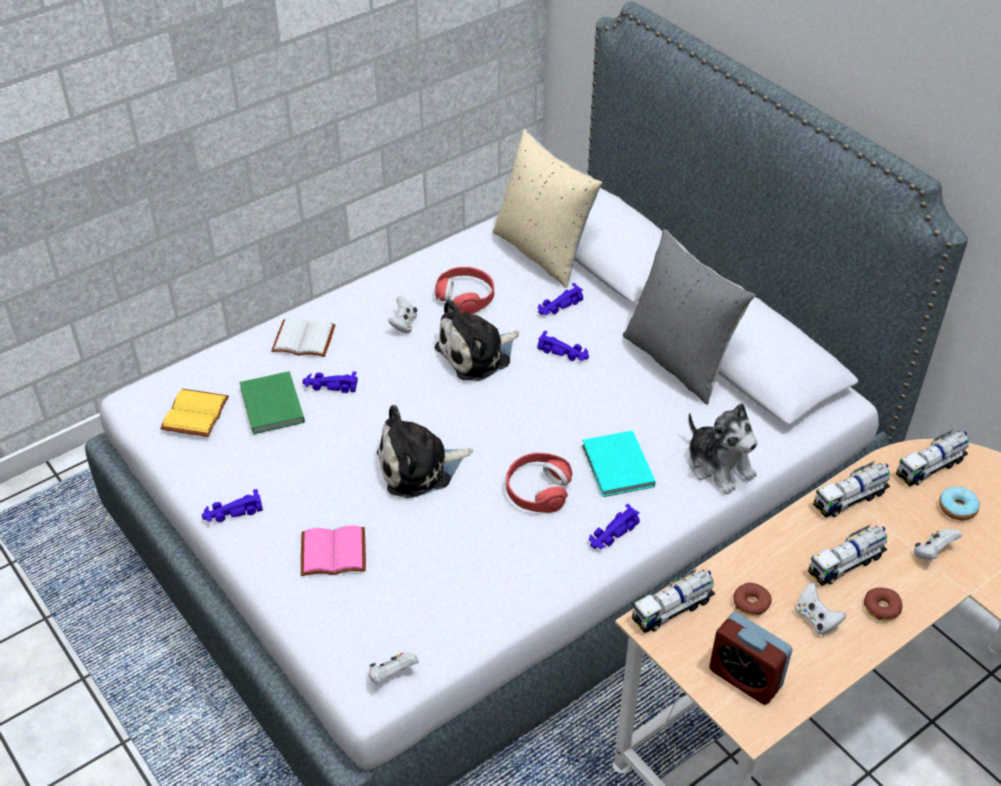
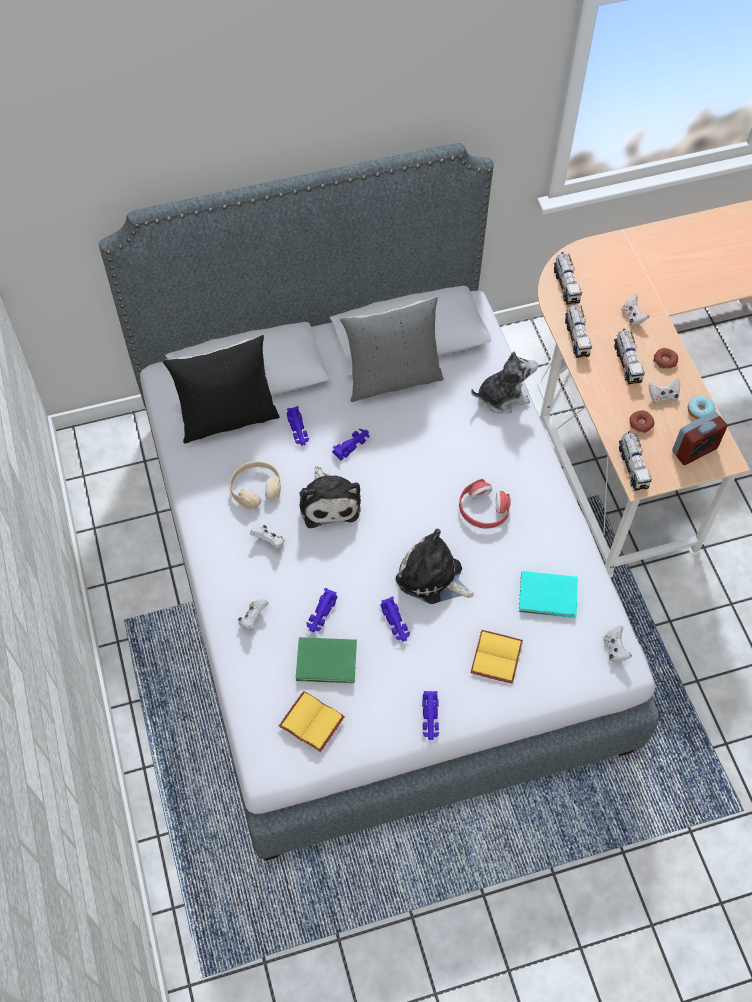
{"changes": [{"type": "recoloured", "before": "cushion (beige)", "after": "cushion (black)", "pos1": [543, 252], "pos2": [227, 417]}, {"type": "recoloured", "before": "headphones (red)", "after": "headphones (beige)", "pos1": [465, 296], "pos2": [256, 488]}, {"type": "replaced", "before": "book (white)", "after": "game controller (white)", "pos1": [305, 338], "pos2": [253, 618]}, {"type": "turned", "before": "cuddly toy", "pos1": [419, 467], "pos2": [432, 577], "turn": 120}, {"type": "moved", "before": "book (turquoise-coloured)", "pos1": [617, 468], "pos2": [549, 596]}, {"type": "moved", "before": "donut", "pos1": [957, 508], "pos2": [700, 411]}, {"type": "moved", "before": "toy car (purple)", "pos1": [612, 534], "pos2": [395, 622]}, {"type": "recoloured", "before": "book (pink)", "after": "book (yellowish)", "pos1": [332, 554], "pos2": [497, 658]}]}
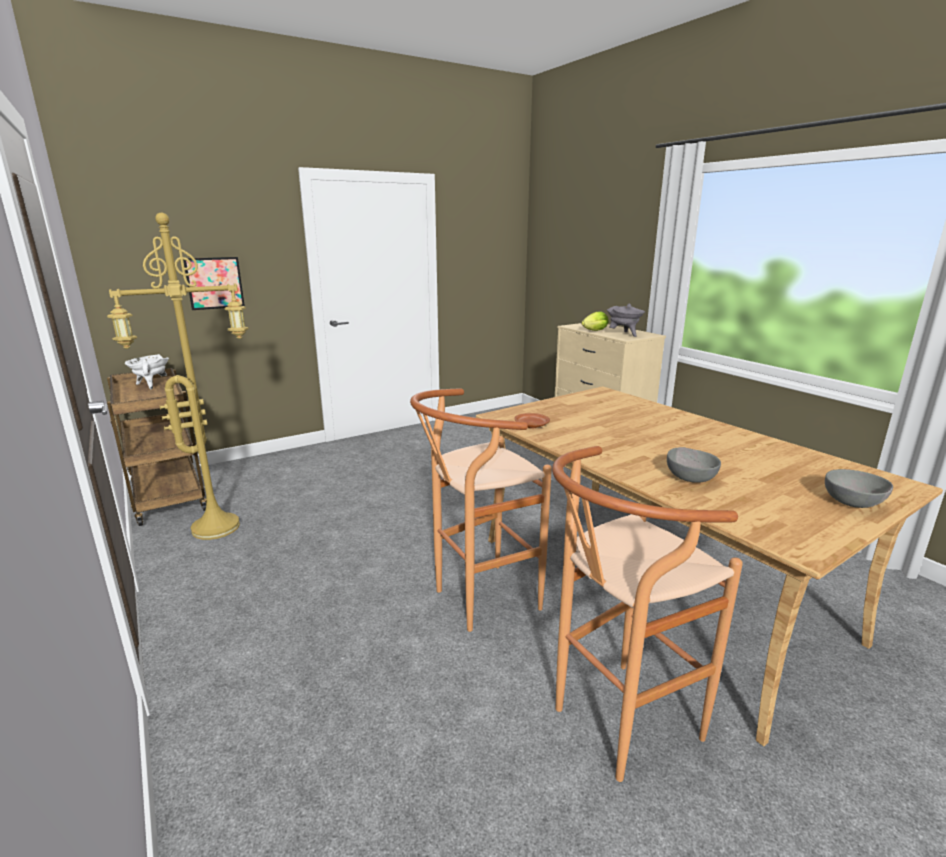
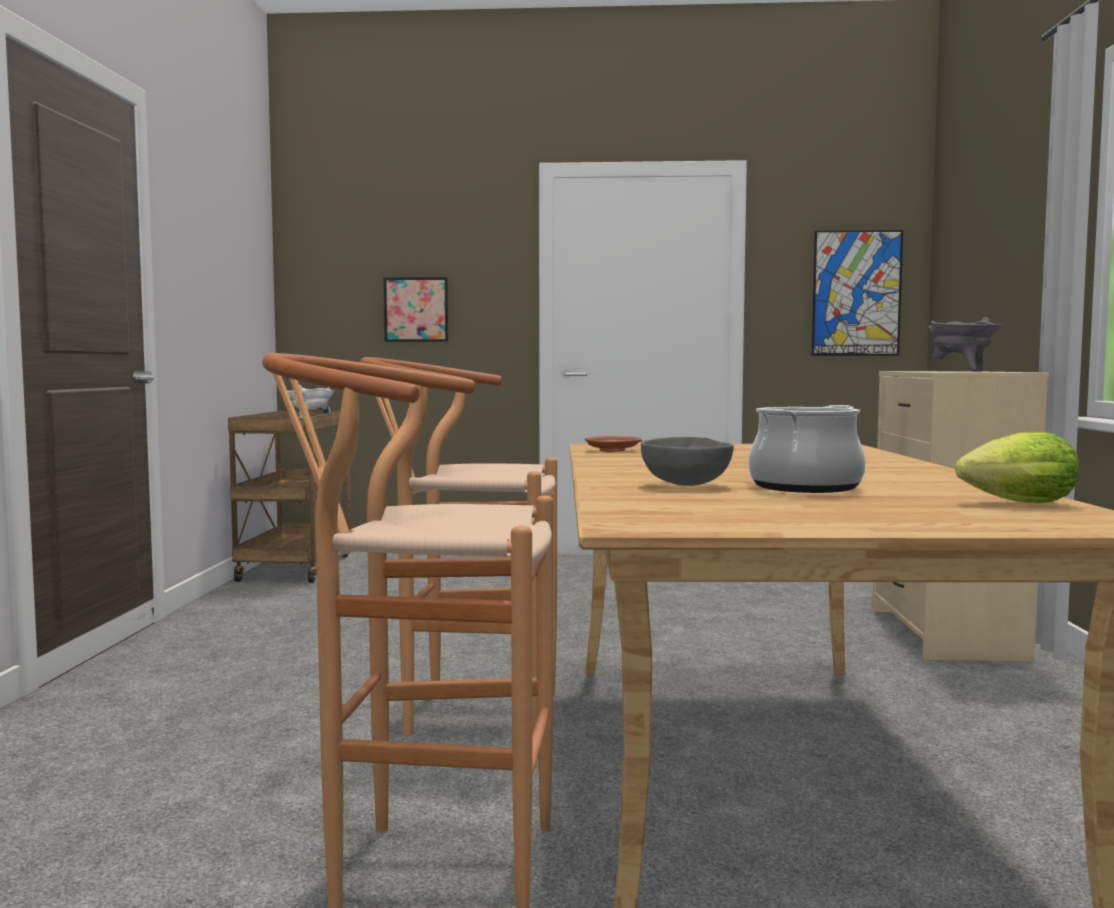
{"changes": [{"type": "removed", "before": "standard lamp (yellowish)", "pos1": [217, 526]}, {"type": "moved", "before": "head of lettuce", "pos1": [593, 331], "pos2": [1013, 503]}, {"type": "removed", "before": "serving bowl (gray)", "pos1": [854, 504]}, {"type": "added", "after": "wall art", "pos2": [856, 293]}, {"type": "added", "after": "saucepot", "pos2": [805, 487]}]}
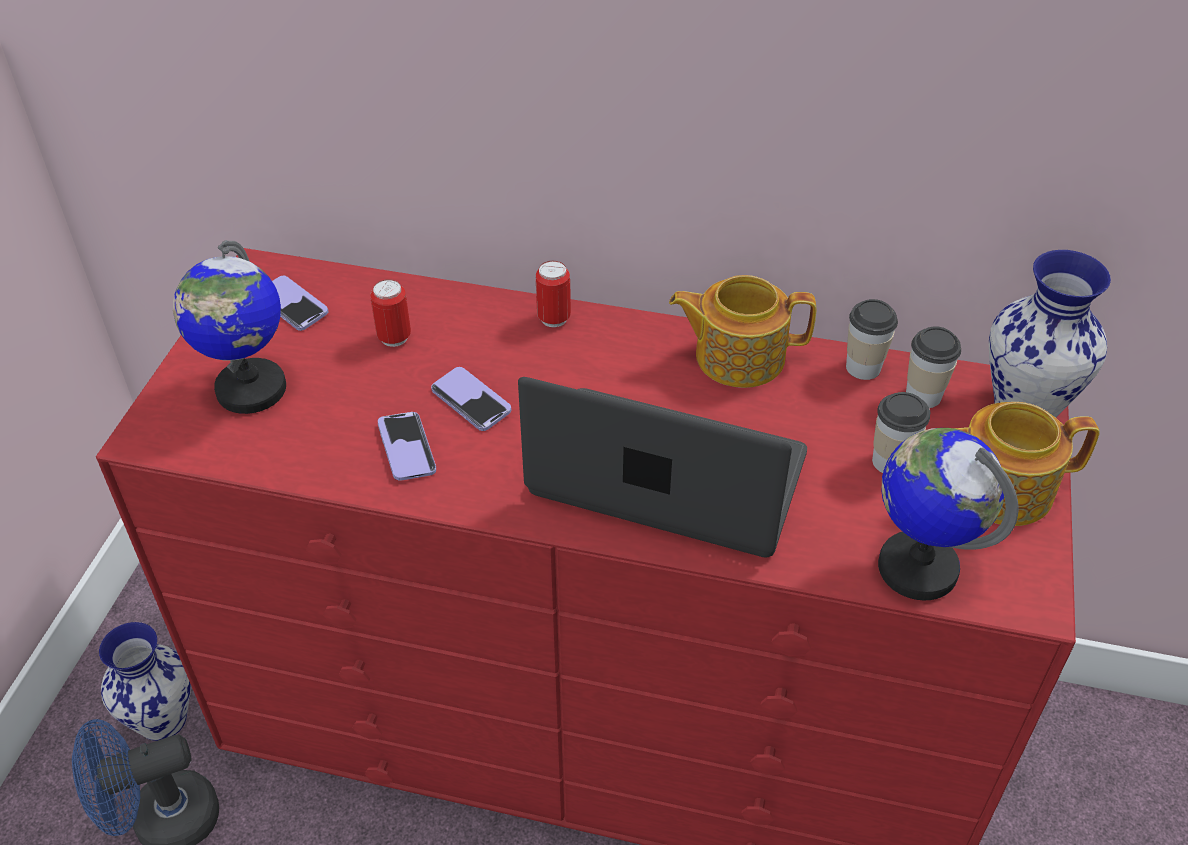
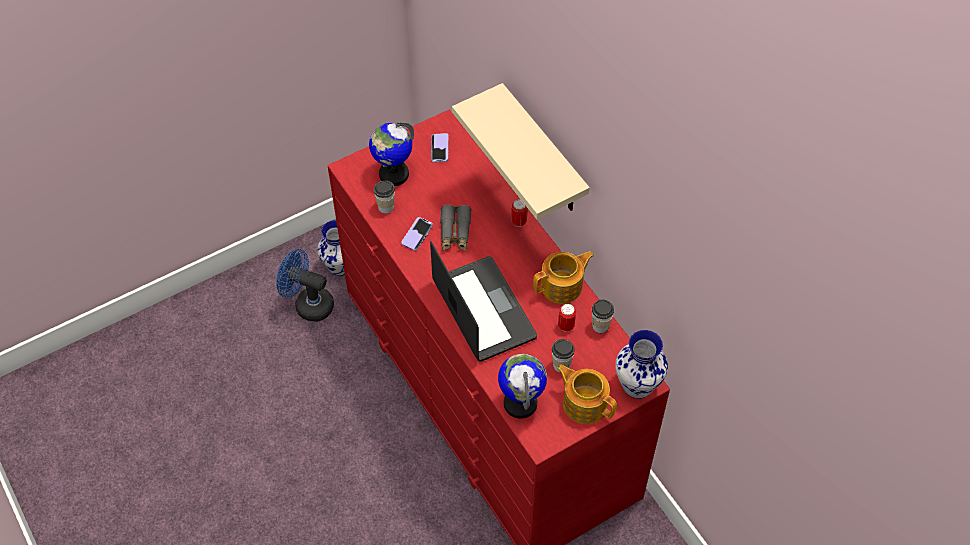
{"changes": [{"type": "turned", "before": "teapot", "pos1": [737, 356], "pos2": [562, 286], "turn": 105}, {"type": "moved", "before": "sealed can", "pos1": [394, 337], "pos2": [566, 326]}, {"type": "moved", "before": "drinking cup", "pos1": [923, 395], "pos2": [386, 207]}, {"type": "replaced", "before": "telephone", "after": "pair of binoculars (gray)", "pos1": [471, 401], "pos2": [455, 233]}, {"type": "added", "after": "shelf (beige)", "pos2": [543, 153]}]}
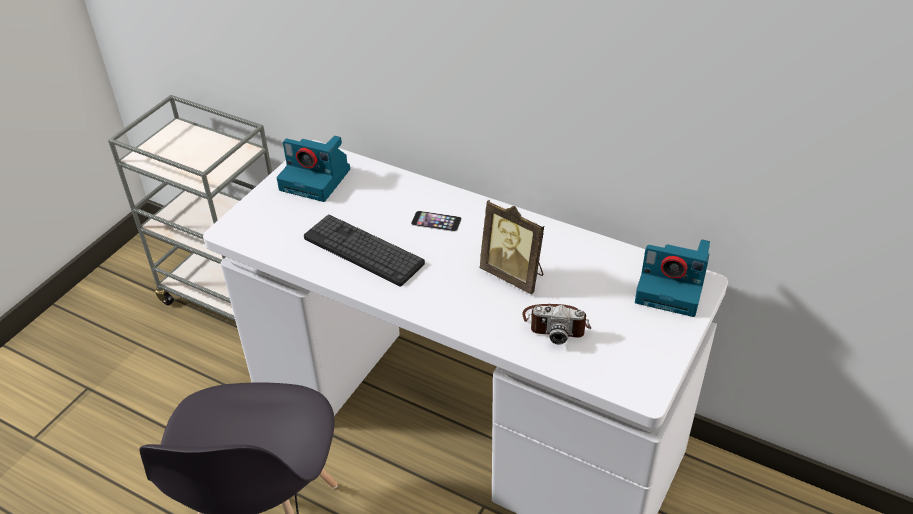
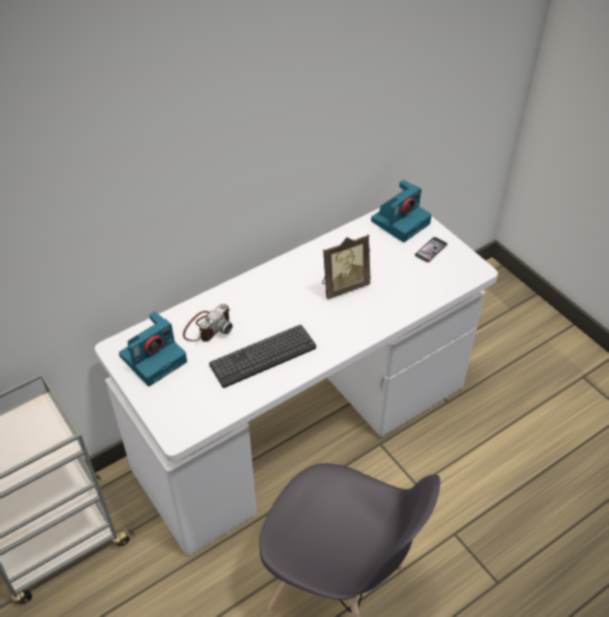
{"changes": [{"type": "moved", "before": "telephone", "pos1": [436, 221], "pos2": [431, 249]}, {"type": "moved", "before": "photo camera", "pos1": [556, 324], "pos2": [207, 327]}]}
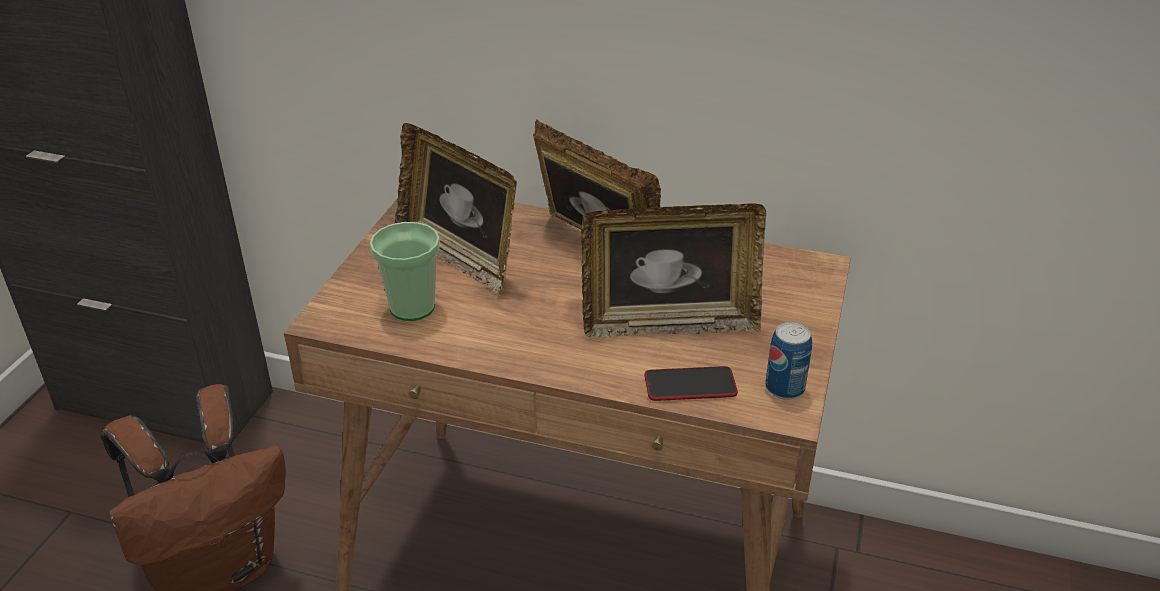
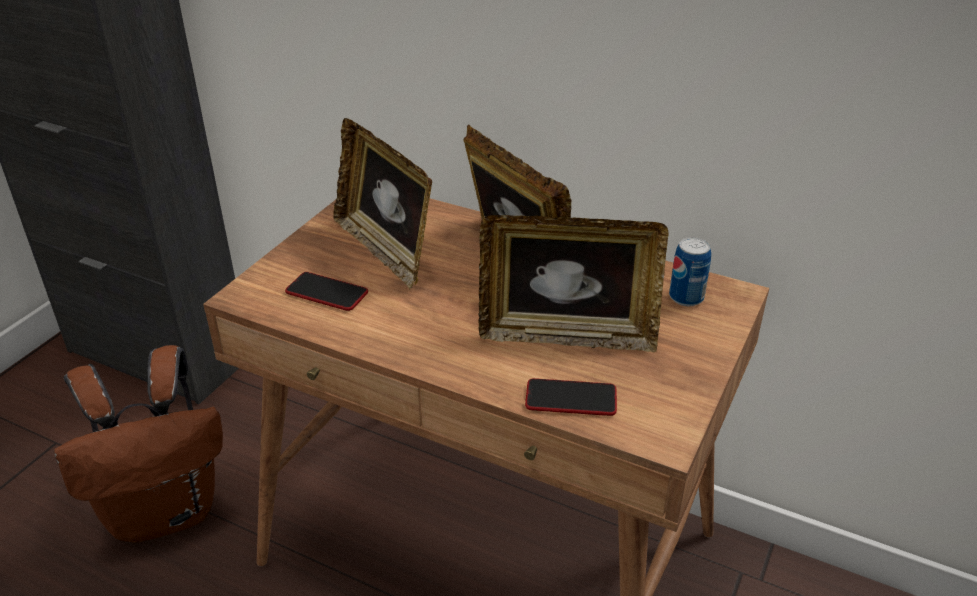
{"changes": [{"type": "replaced", "before": "drinking cup", "after": "telephone", "pos1": [412, 307], "pos2": [327, 293]}, {"type": "moved", "before": "sealed can", "pos1": [784, 388], "pos2": [686, 297]}]}
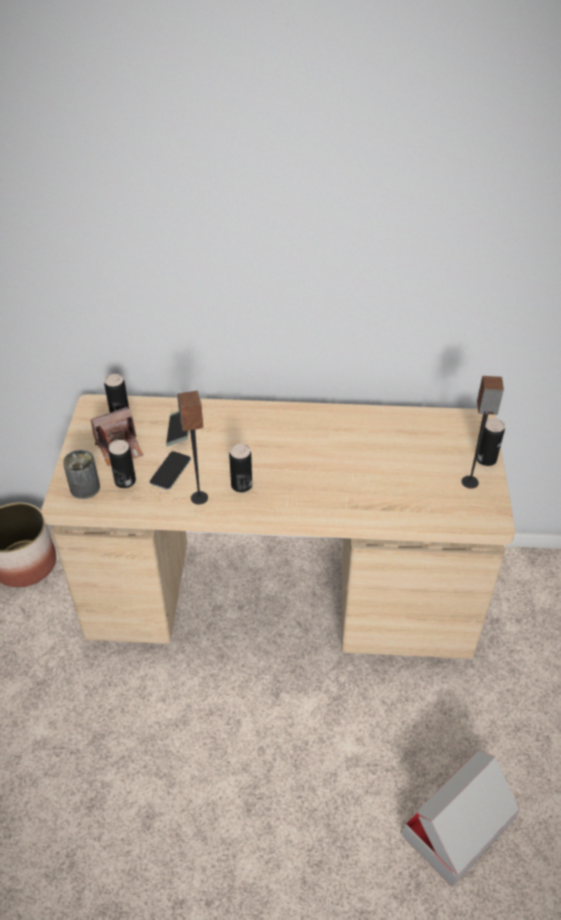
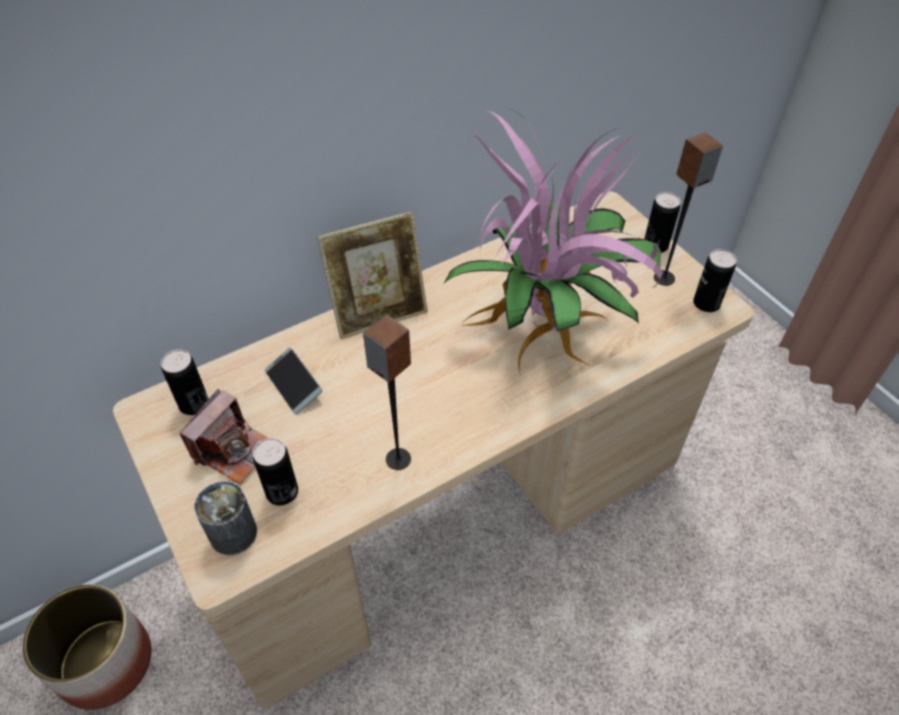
{"changes": [{"type": "moved", "before": "sealed can", "pos1": [241, 485], "pos2": [706, 303]}, {"type": "removed", "before": "telephone", "pos1": [170, 470]}, {"type": "removed", "before": "cardboard box", "pos1": [458, 827]}, {"type": "added", "after": "houseplant", "pos2": [546, 331]}, {"type": "added", "after": "standing frame", "pos2": [379, 313]}]}
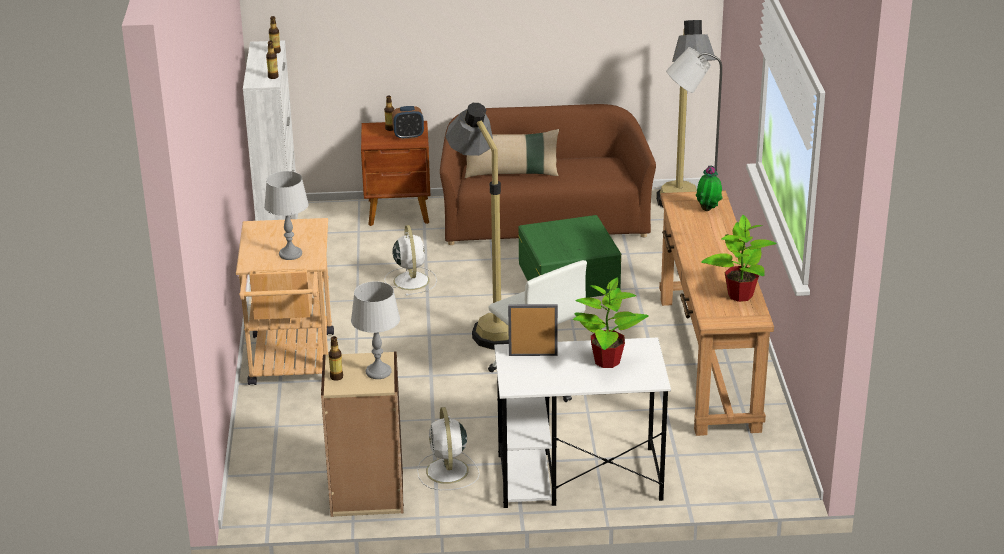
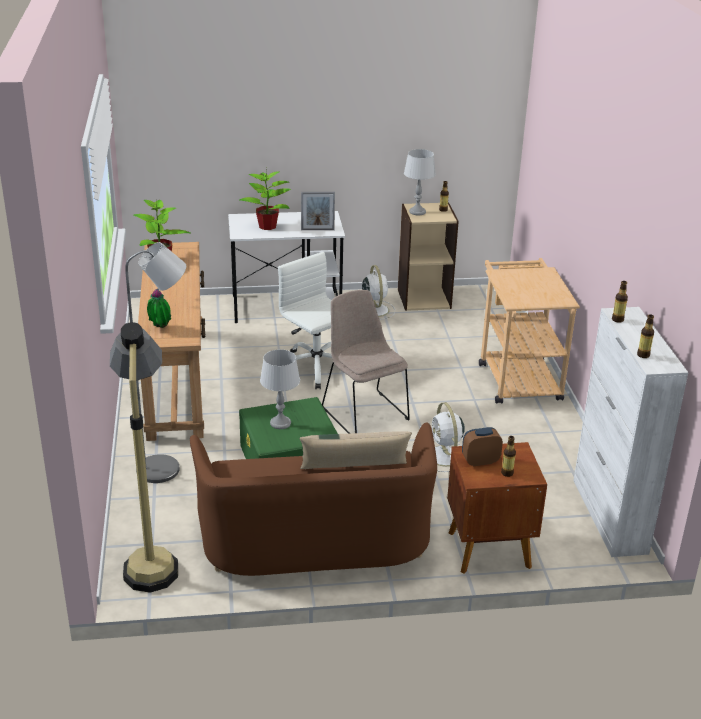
{"changes": [{"type": "replaced", "before": "standard lamp", "after": "plain chair (beige)", "pos1": [486, 324], "pos2": [364, 412]}, {"type": "moved", "before": "lamp for a table (gray)", "pos1": [291, 254], "pos2": [280, 423]}]}
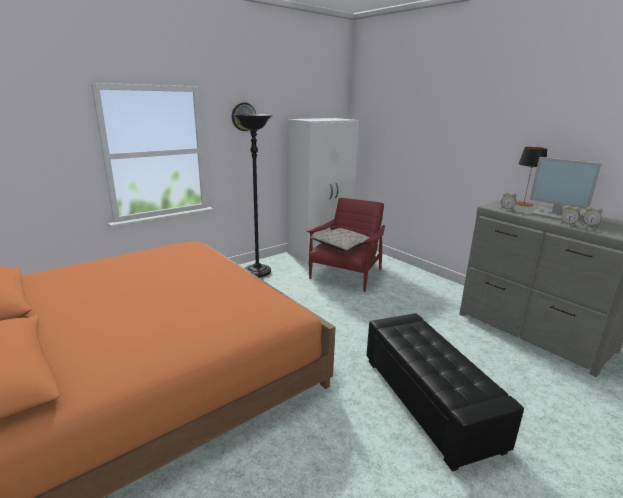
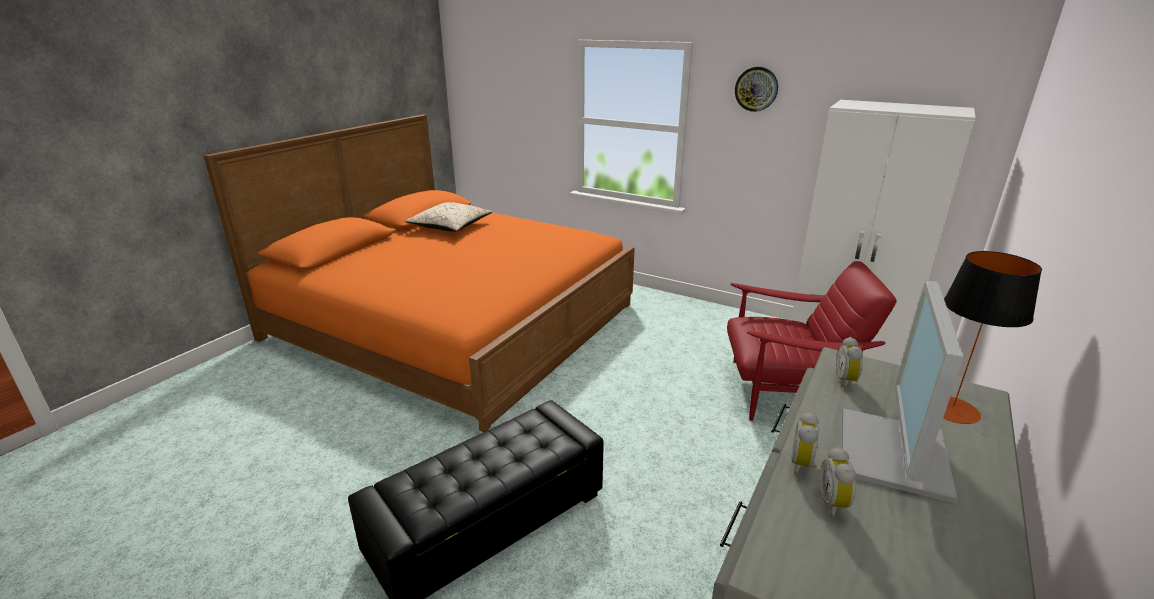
{"changes": [{"type": "removed", "before": "standard lamp (black)", "pos1": [257, 272]}, {"type": "moved", "before": "cushion (beige)", "pos1": [342, 246], "pos2": [451, 226]}]}
